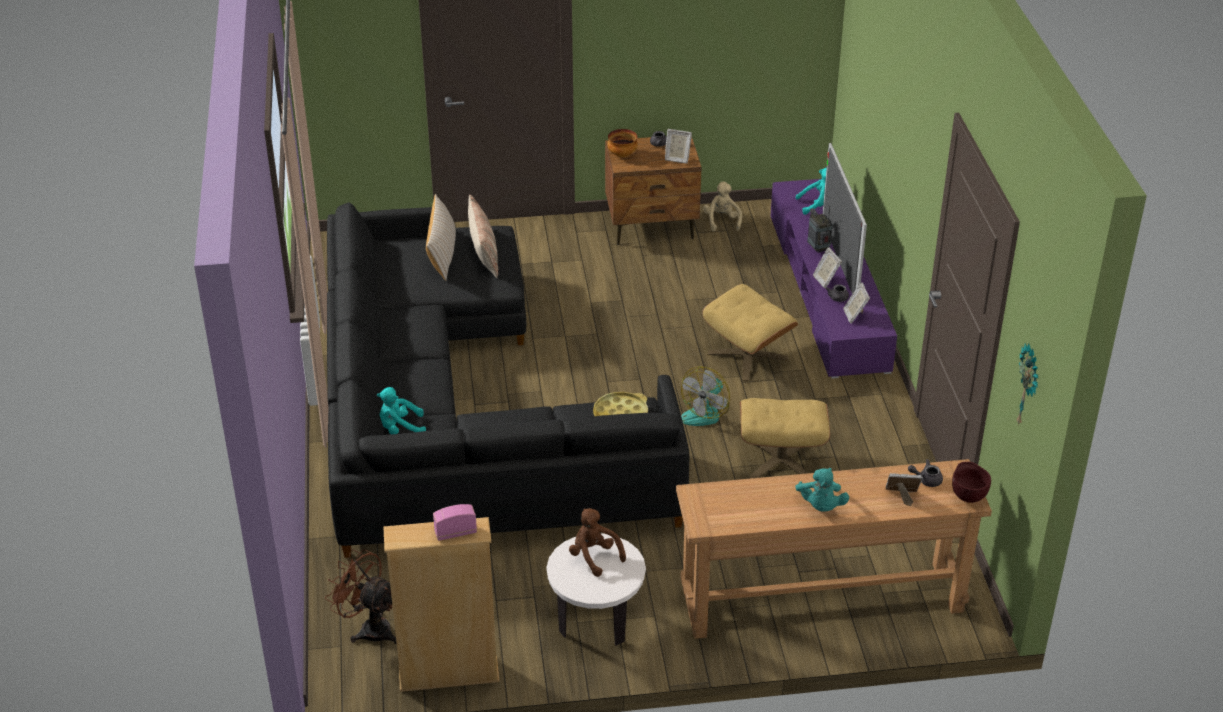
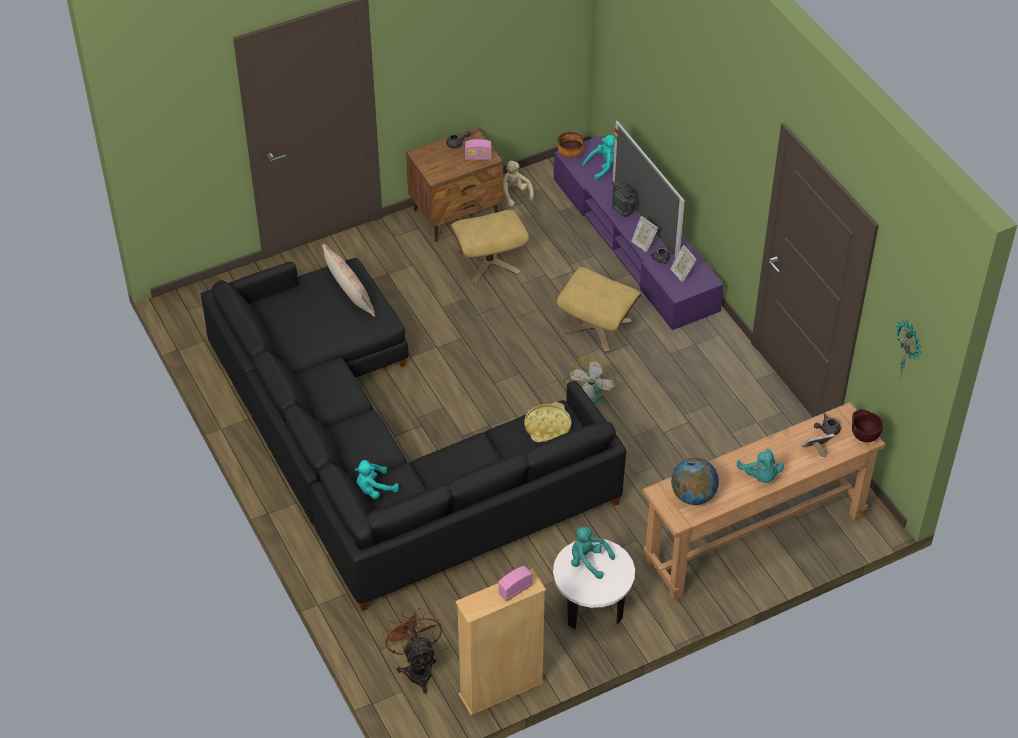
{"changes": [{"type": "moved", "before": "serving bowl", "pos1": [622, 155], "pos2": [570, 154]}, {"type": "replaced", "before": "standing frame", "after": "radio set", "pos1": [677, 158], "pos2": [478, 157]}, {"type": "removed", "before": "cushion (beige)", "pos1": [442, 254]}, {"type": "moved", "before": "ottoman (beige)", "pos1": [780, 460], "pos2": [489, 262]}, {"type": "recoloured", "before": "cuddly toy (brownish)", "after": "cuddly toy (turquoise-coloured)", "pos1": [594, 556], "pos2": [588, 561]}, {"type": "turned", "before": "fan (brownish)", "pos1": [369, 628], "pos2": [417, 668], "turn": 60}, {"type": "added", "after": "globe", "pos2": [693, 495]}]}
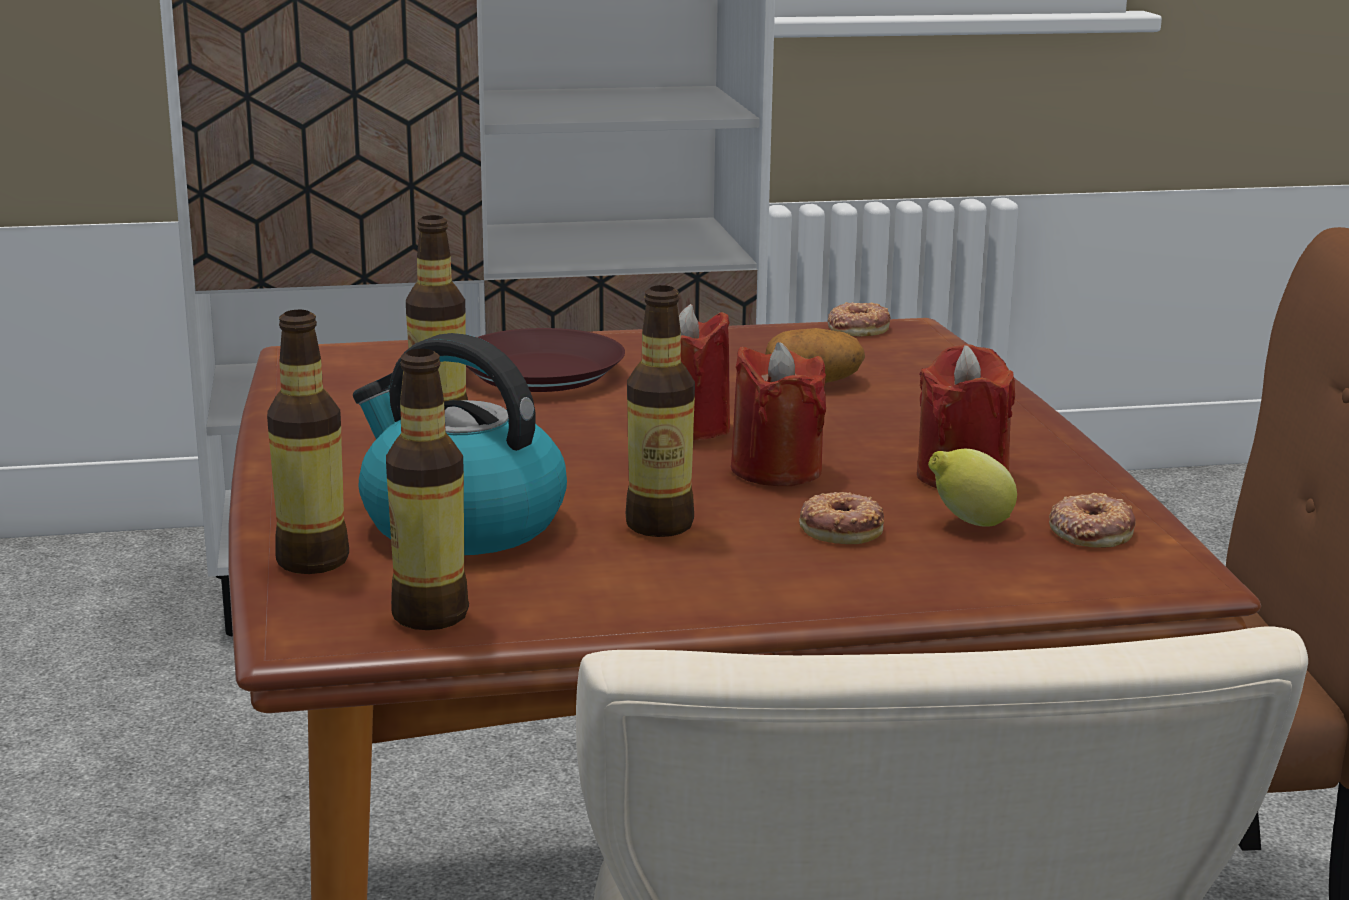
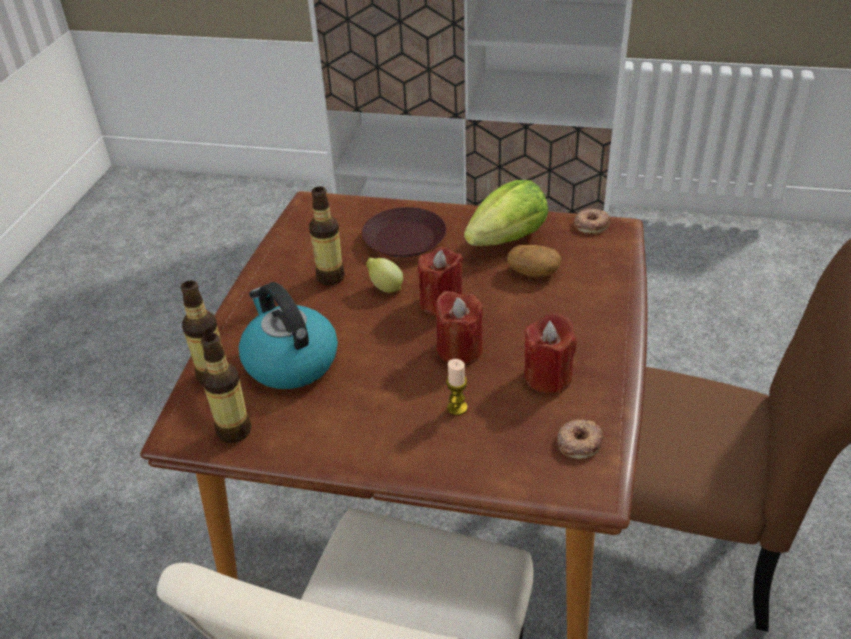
{"changes": [{"type": "removed", "before": "drink bottle", "pos1": [659, 525]}, {"type": "moved", "before": "lemon", "pos1": [969, 523], "pos2": [385, 288]}, {"type": "replaced", "before": "donut", "after": "candle", "pos1": [842, 528], "pos2": [457, 408]}, {"type": "added", "after": "head of lettuce", "pos2": [508, 239]}]}
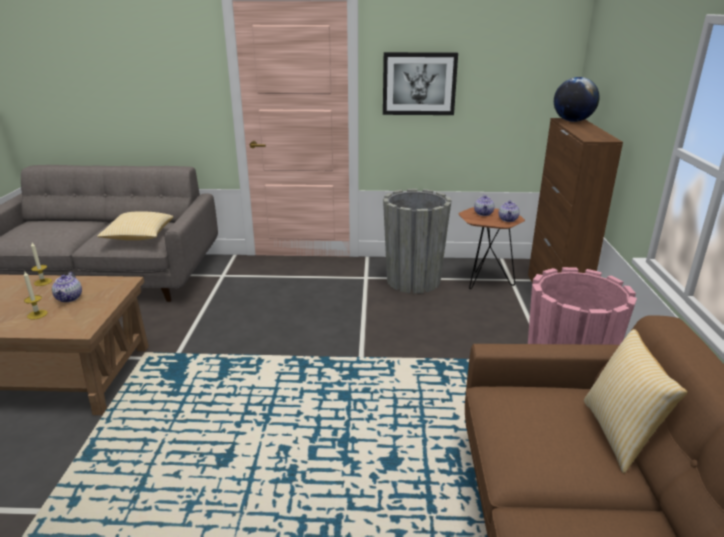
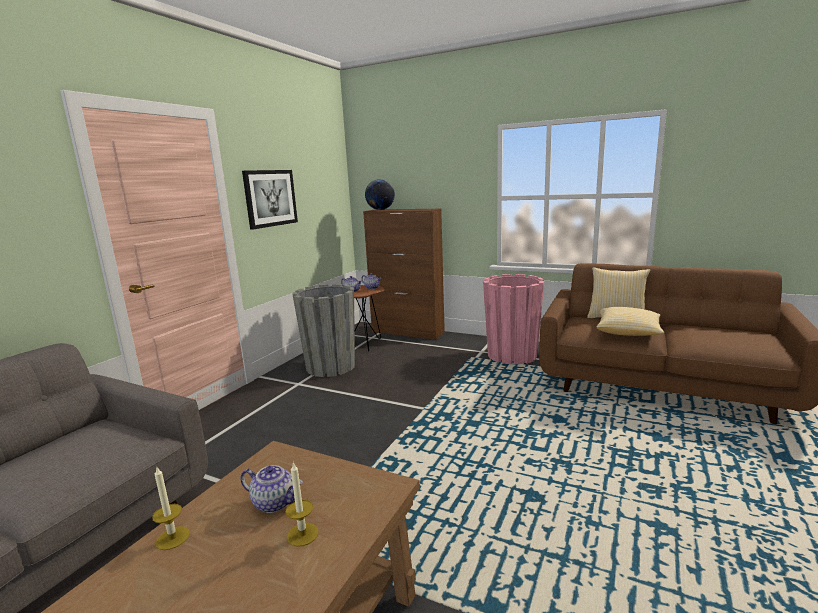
{"changes": [{"type": "moved", "before": "cushion", "pos1": [139, 237], "pos2": [628, 332]}]}
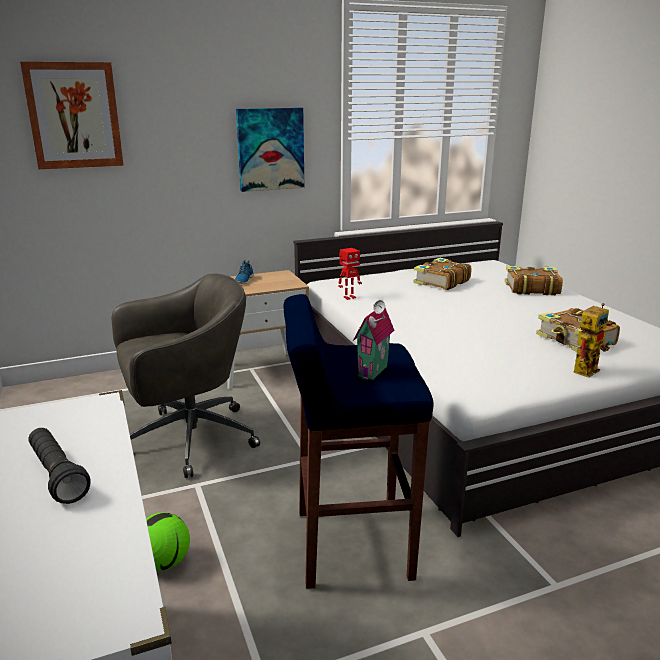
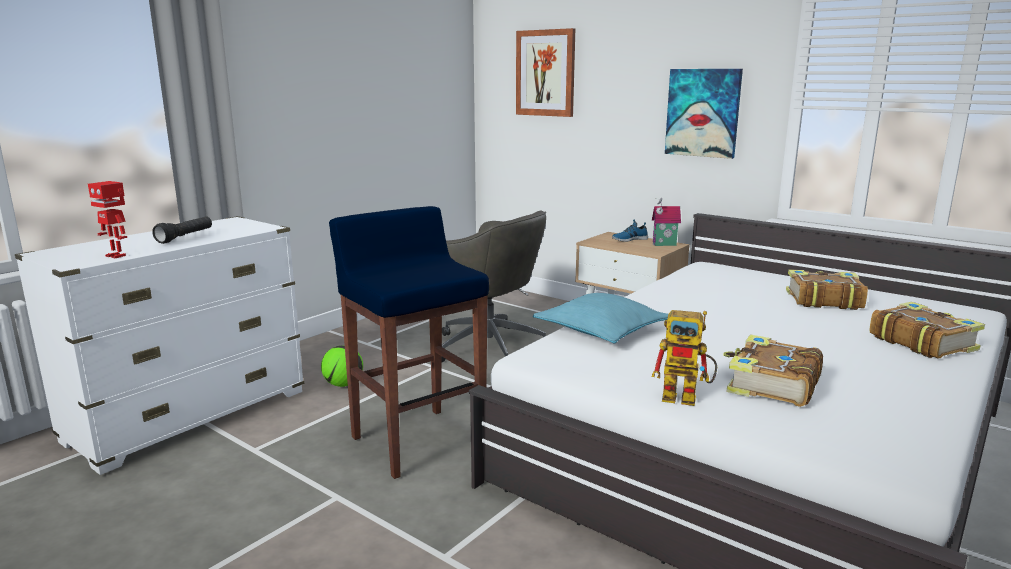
{"changes": [{"type": "moved", "before": "toy robot", "pos1": [349, 297], "pos2": [117, 256]}, {"type": "moved", "before": "toy house", "pos1": [375, 372], "pos2": [664, 245]}, {"type": "added", "after": "cushion (turquoise-coloured)", "pos2": [601, 330]}]}
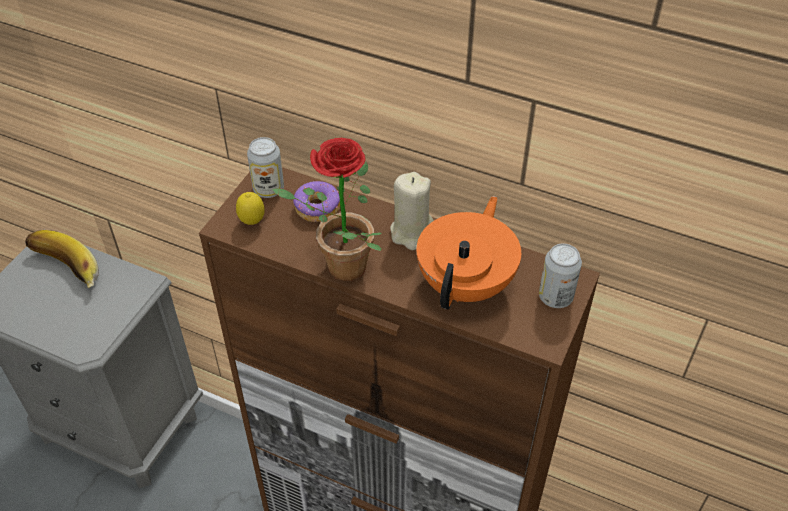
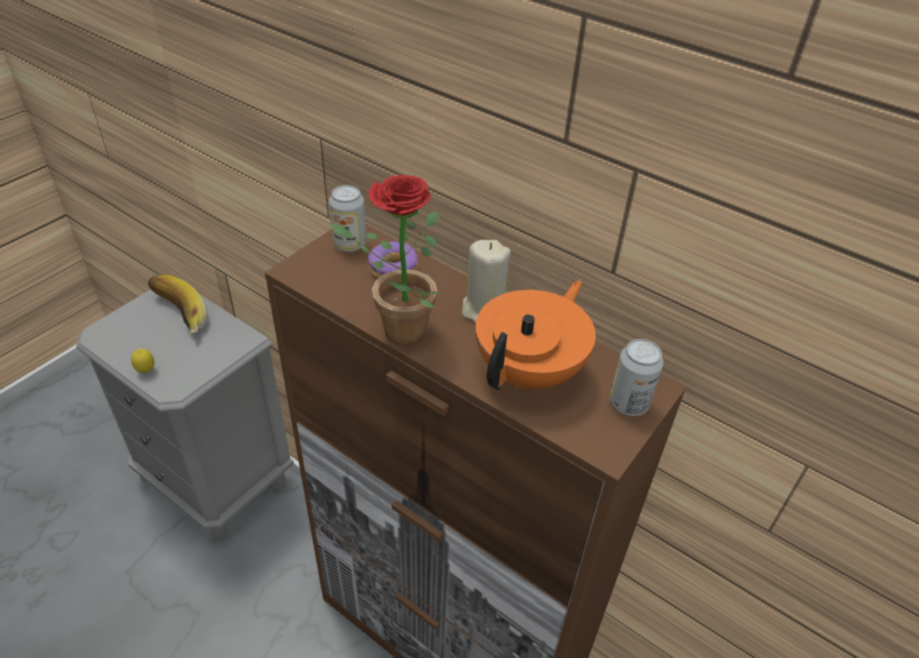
{"changes": [{"type": "moved", "before": "lemon", "pos1": [252, 222], "pos2": [146, 371]}]}
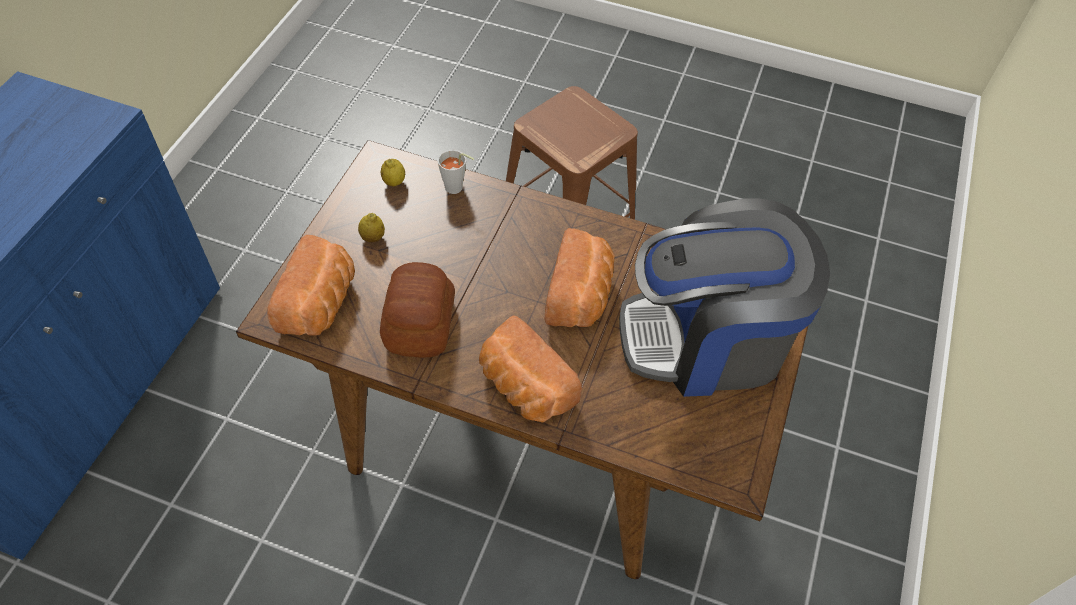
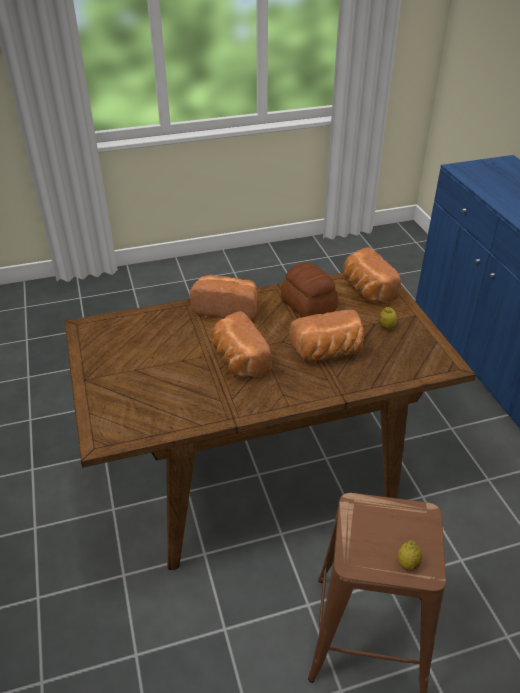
{"changes": [{"type": "removed", "before": "drinking cup (gray)", "pos1": [457, 189]}, {"type": "moved", "before": "lemon", "pos1": [394, 182], "pos2": [407, 564]}, {"type": "removed", "before": "coffee machine", "pos1": [707, 340]}, {"type": "added", "after": "bakery bread", "pos2": [328, 352]}]}
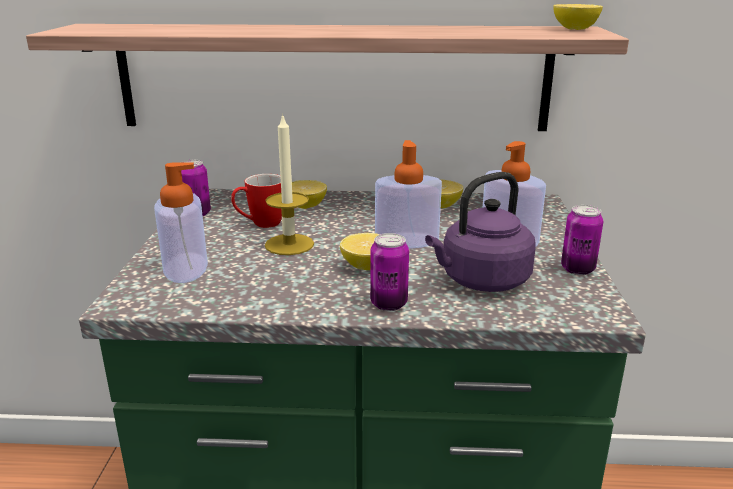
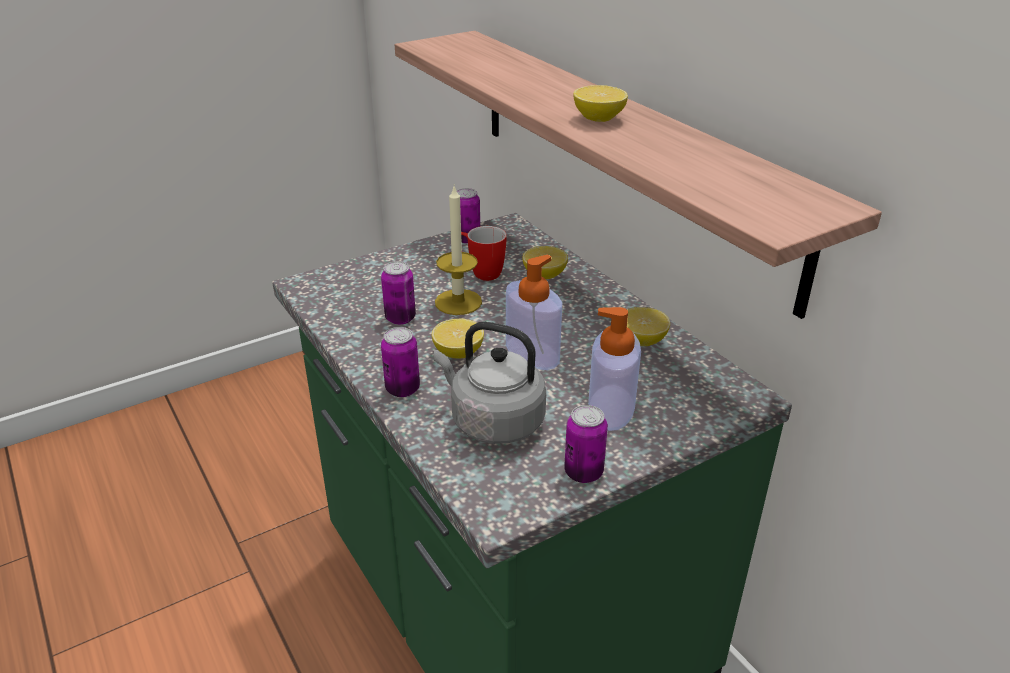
{"changes": [{"type": "moved", "before": "lemon", "pos1": [575, 29], "pos2": [598, 118]}, {"type": "removed", "before": "soap dispenser", "pos1": [185, 268]}, {"type": "recoloured", "before": "tea kettle (purple)", "after": "tea kettle (gray)", "pos1": [481, 281], "pos2": [493, 421]}, {"type": "added", "after": "sealed can", "pos2": [400, 318]}]}
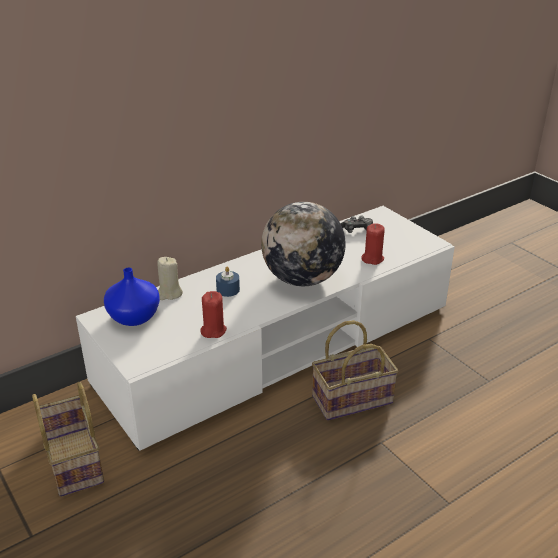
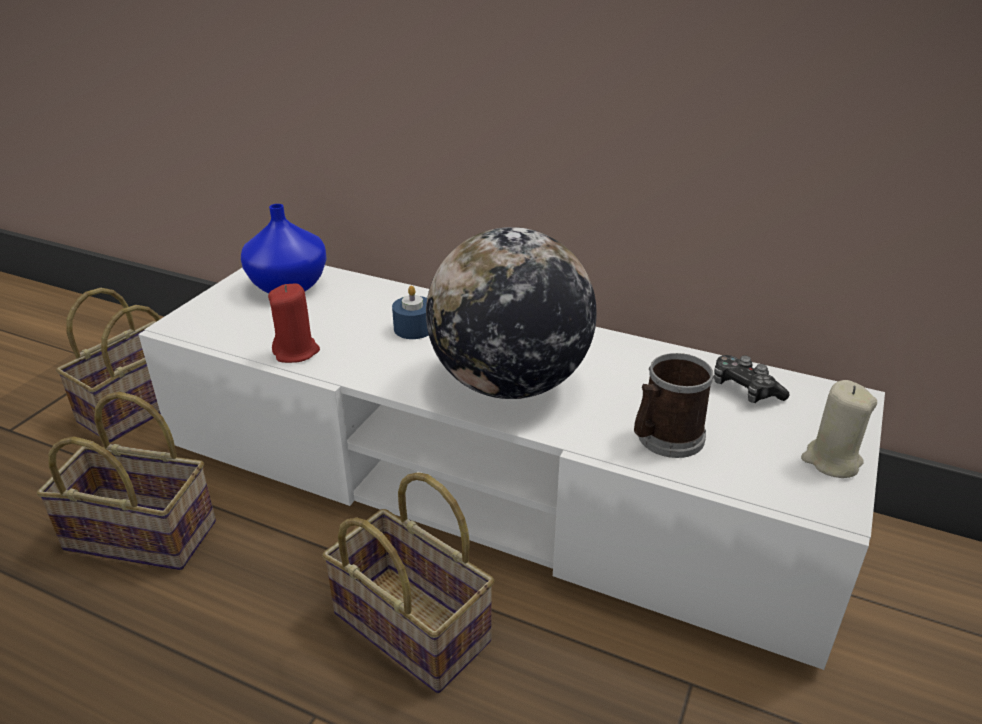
{"changes": [{"type": "replaced", "before": "candle (red)", "after": "coffee mug", "pos1": [372, 258], "pos2": [664, 439]}, {"type": "moved", "before": "candle (beige)", "pos1": [169, 293], "pos2": [831, 461]}, {"type": "added", "after": "household basket", "pos2": [146, 534]}]}
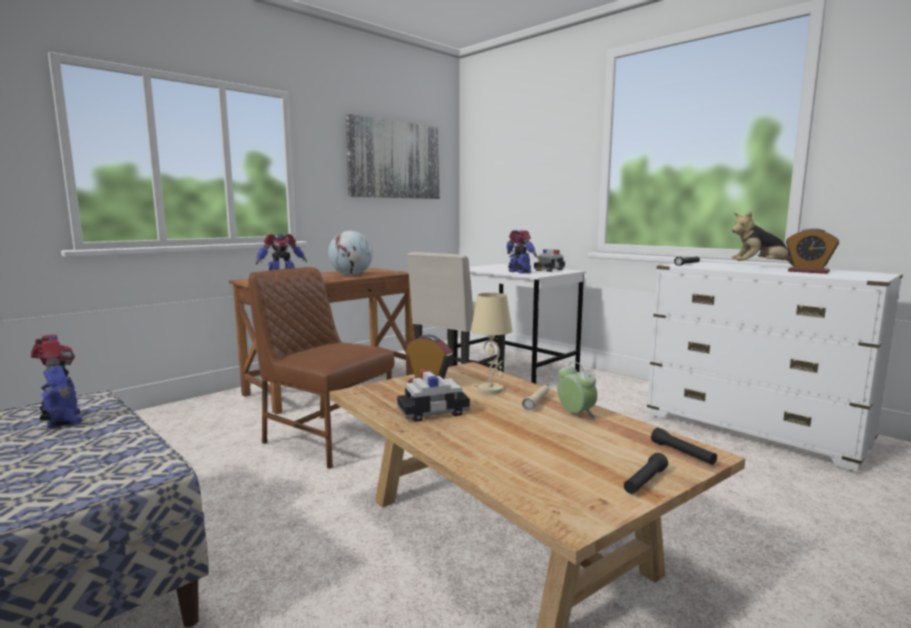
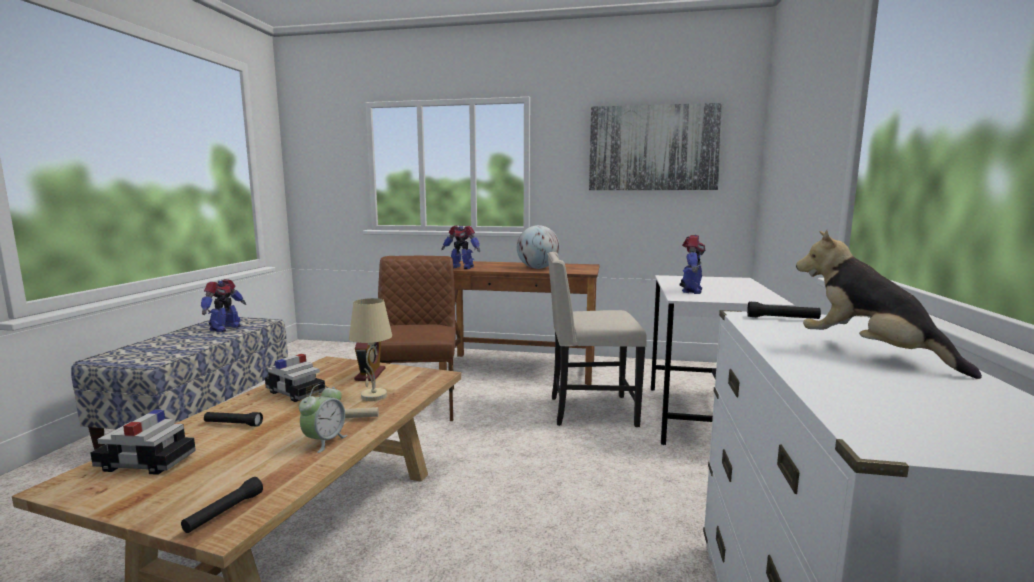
{"changes": [{"type": "removed", "before": "bedside clock", "pos1": [808, 271]}, {"type": "moved", "before": "toy car", "pos1": [549, 270], "pos2": [145, 462]}, {"type": "moved", "before": "flashlight (black)", "pos1": [645, 481], "pos2": [233, 424]}]}
